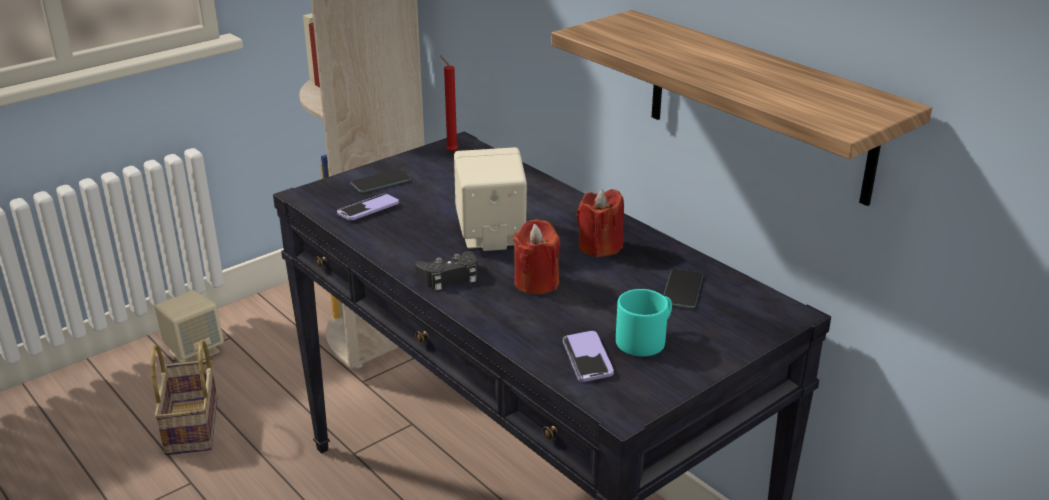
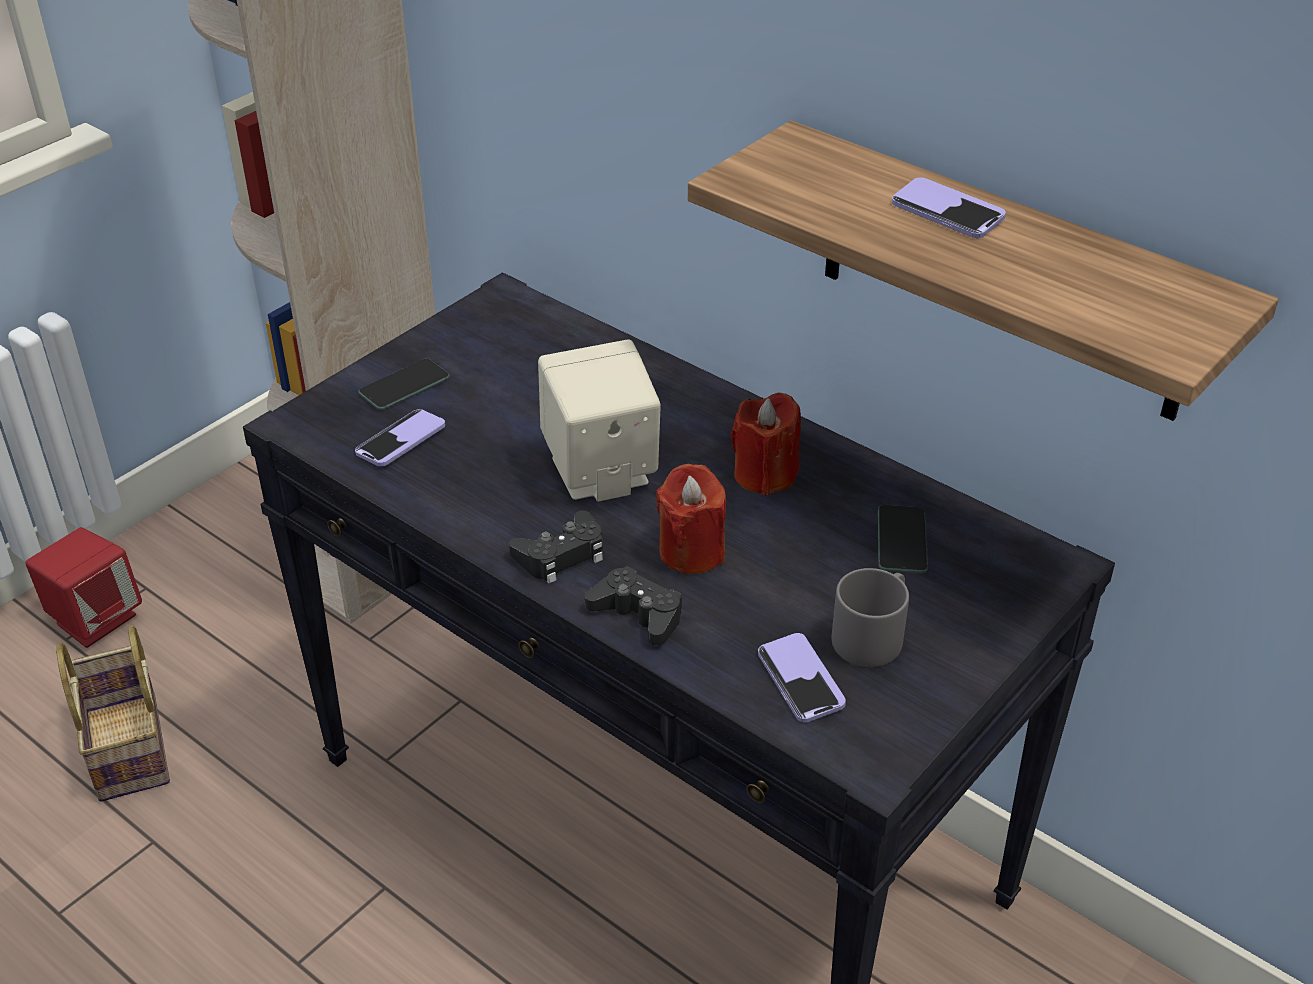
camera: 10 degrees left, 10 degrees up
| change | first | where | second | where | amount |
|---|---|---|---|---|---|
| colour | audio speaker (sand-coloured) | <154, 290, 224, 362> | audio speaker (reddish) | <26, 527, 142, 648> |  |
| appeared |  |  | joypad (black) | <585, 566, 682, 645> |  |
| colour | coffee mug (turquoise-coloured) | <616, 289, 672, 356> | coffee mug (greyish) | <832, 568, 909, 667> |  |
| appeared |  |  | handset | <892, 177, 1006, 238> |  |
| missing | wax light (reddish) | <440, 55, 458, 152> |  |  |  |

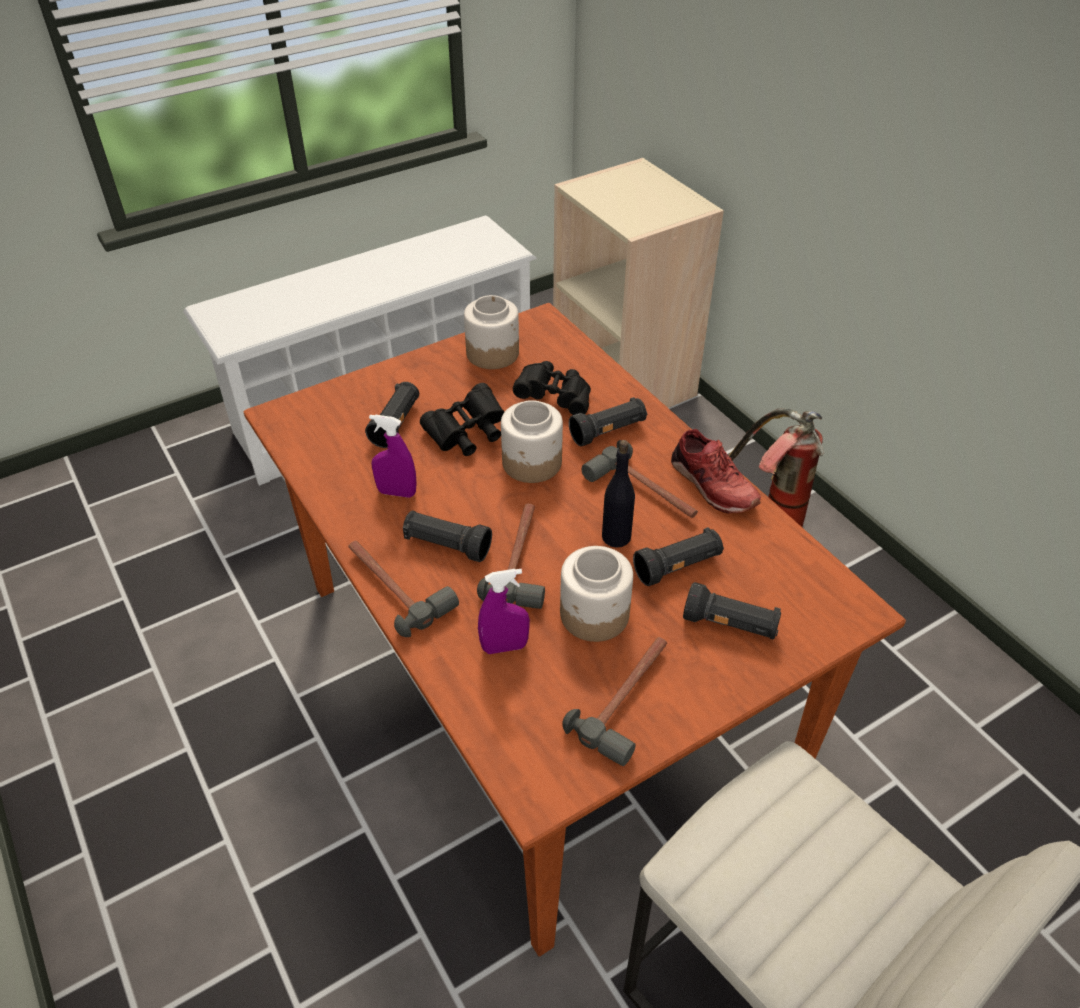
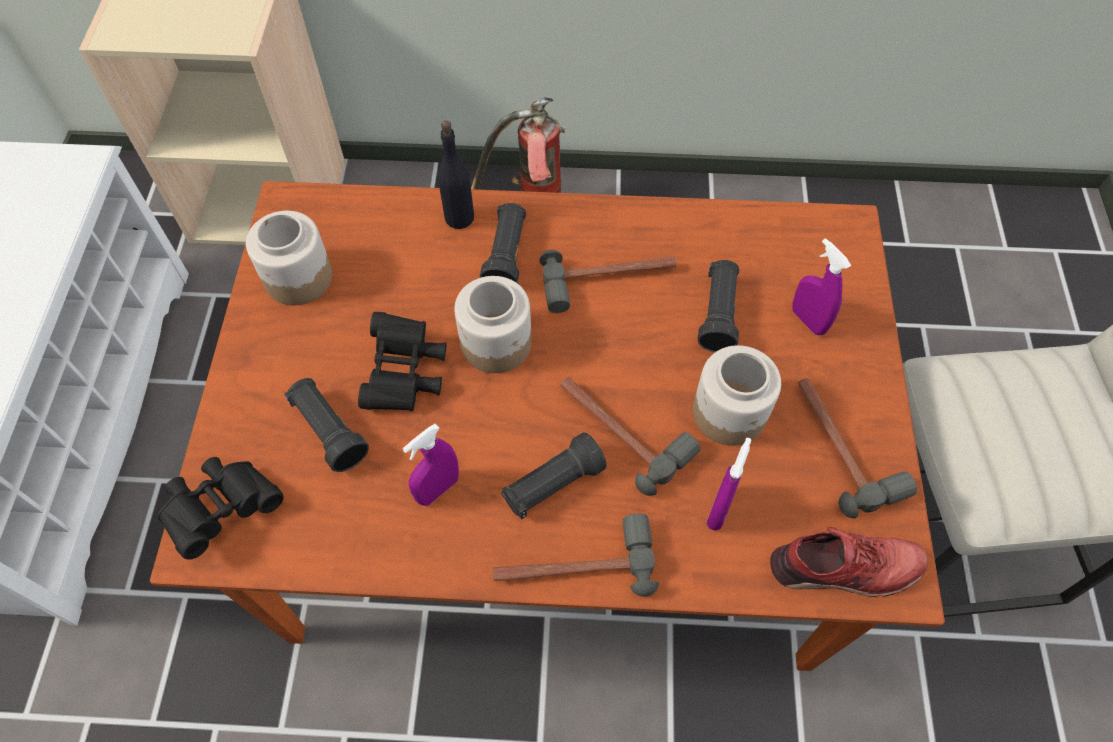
camera: 55 degrees left, 15 degrees up
| change | first | where | second | where | amount |
|---|---|---|---|---|---|
| relocated | field glasses (black) | <513, 361, 591, 415> |  | <157, 457, 283, 560> |  |
| relocated | bottle (black) | <602, 440, 635, 548> |  | <438, 121, 474, 229> |  |
| relocated | low shoe (reddish) | <671, 429, 761, 513> |  | <770, 527, 927, 597> |  |
| exchanged | hand torch (black) | <683, 582, 781, 640> | hand sprayer (purple) | <792, 238, 851, 335> |  |

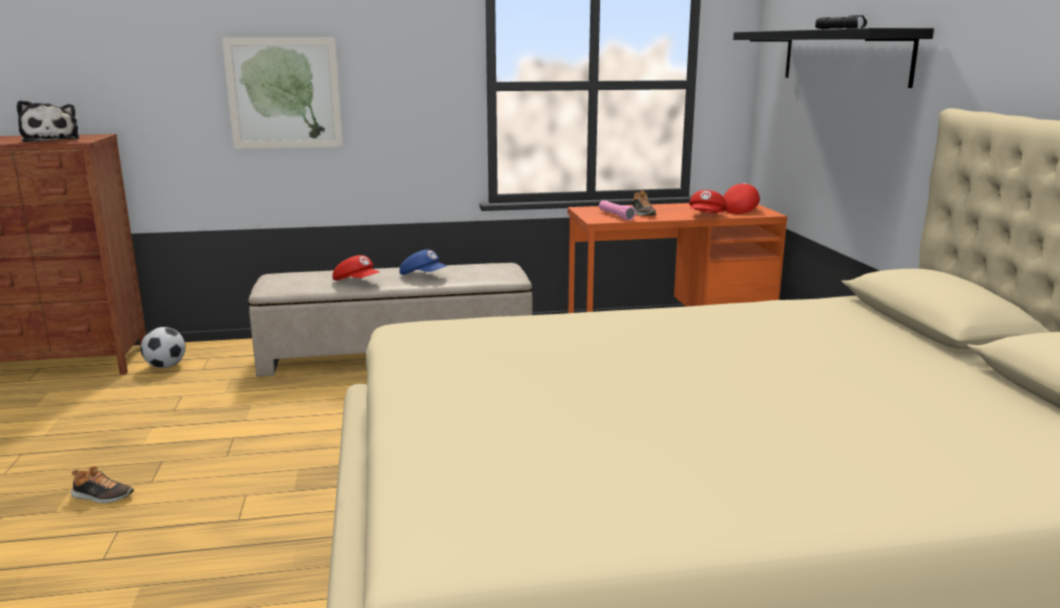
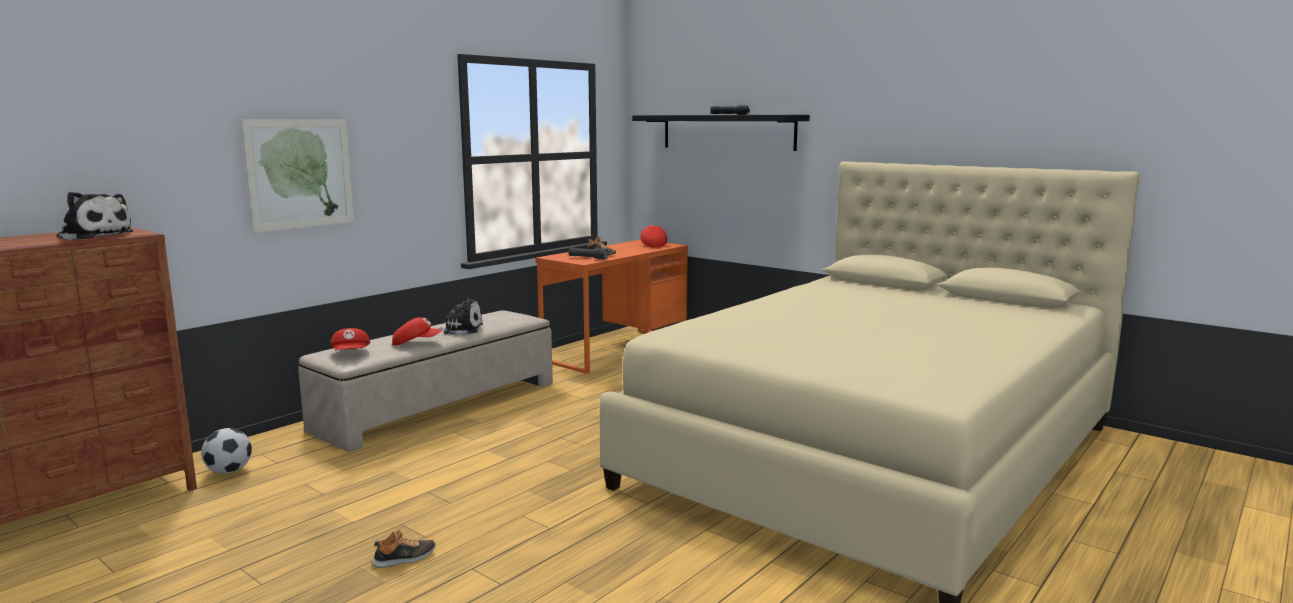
camera: 40 degrees left, 5 degrees down
| change | first | where | second | where | amount |
|---|---|---|---|---|---|
| relocated | cap (reddish) | <689, 190, 727, 213> |  | <330, 328, 370, 350> |  |
| exchanged | cap (blue) | <400, 250, 447, 275> | cuddly toy | <436, 298, 483, 335> |  |
| colour | hand torch (pink-coloured) | <599, 200, 636, 220> | hand torch (black) | <568, 248, 609, 260> |  |

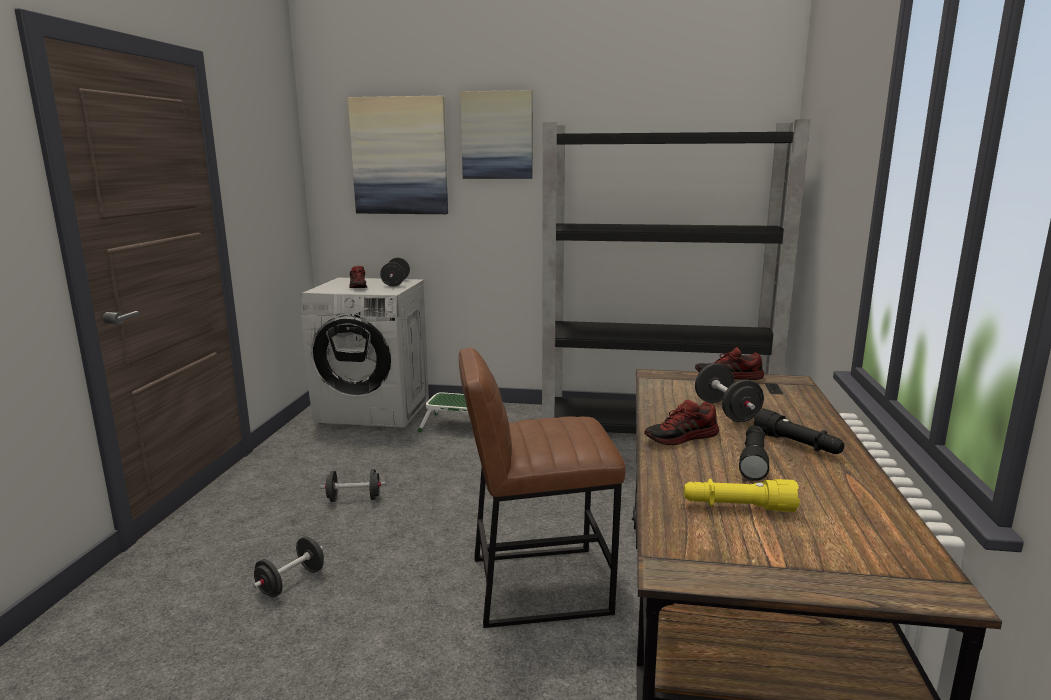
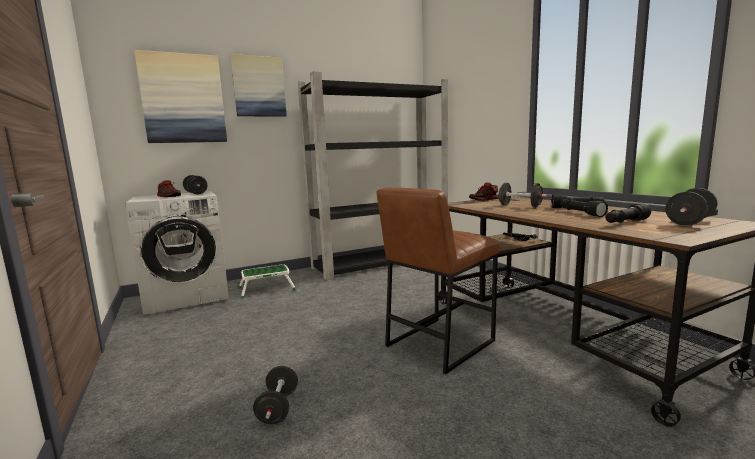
camera: 35 degrees left, 5 degrees down
| change | first | where | second | where | amount |
|---|---|---|---|---|---|
| colour | hand torch (yellow) | <684, 479, 800, 512> | hand torch (black) | <605, 203, 651, 223> |  |
| relocated | hand weight (black) | <320, 469, 386, 502> |  | <665, 188, 717, 226> |  |
| missing | low shoe | <644, 399, 719, 445> |  |  |  |

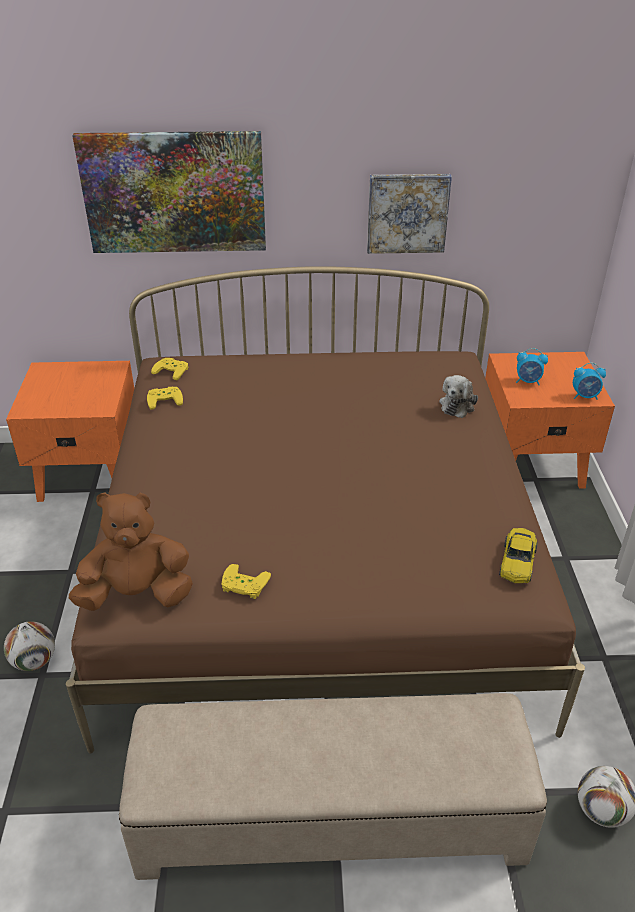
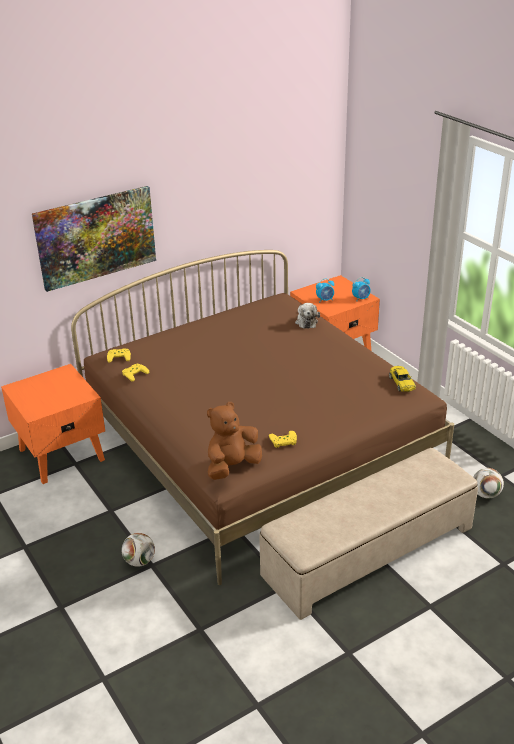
camera: 30 degrees left, 5 degrees down
| change | first | where | second | where | amount |
|---|---|---|---|---|---|
| missing | wall picture | <367, 174, 452, 254> |  |  |  |

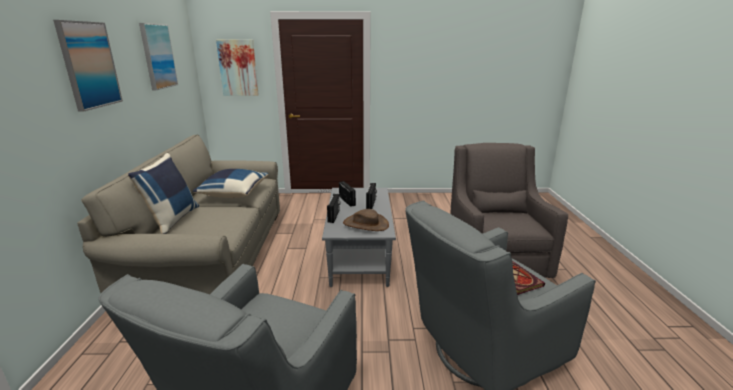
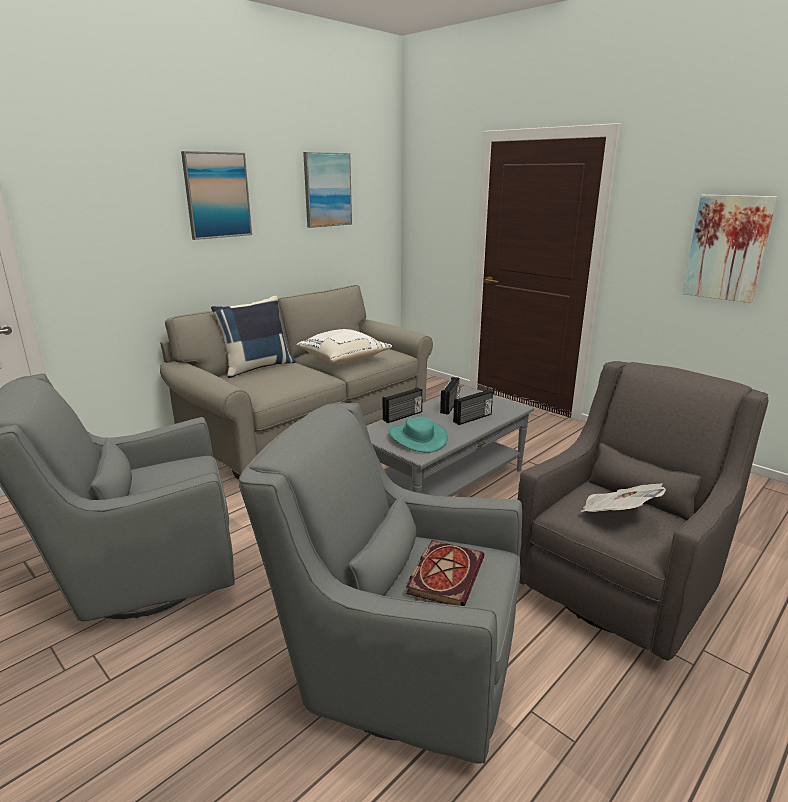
camera: 45 degrees right, 0 degrees up
| change | first | where | second | where | amount |
|---|---|---|---|---|---|
| colour | cushion (blue) | <193, 169, 268, 198> | cushion (whitish) | <297, 329, 392, 364> |  |
| colour | wearable hat (brown-coloured) | <343, 209, 389, 231> | wearable hat (turquoise-coloured) | <388, 417, 448, 453> |  |
| appeared |  |  | printed paper | <581, 483, 666, 512> |  |
| relocated | wall picture | <216, 39, 259, 96> |  | <682, 195, 777, 303> |  |

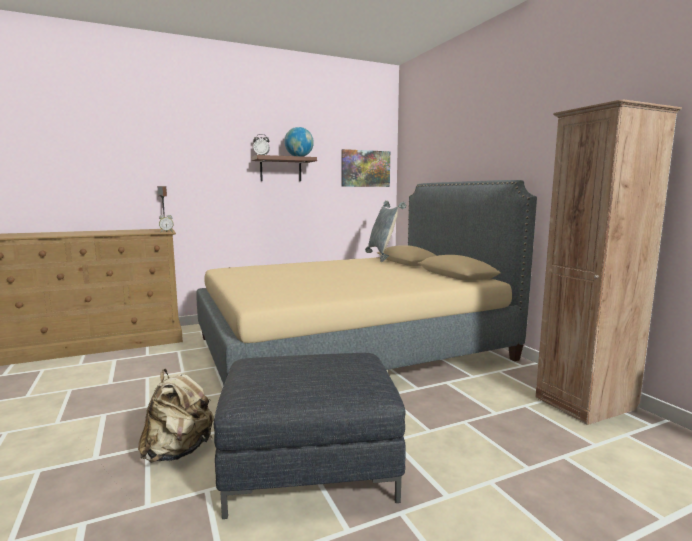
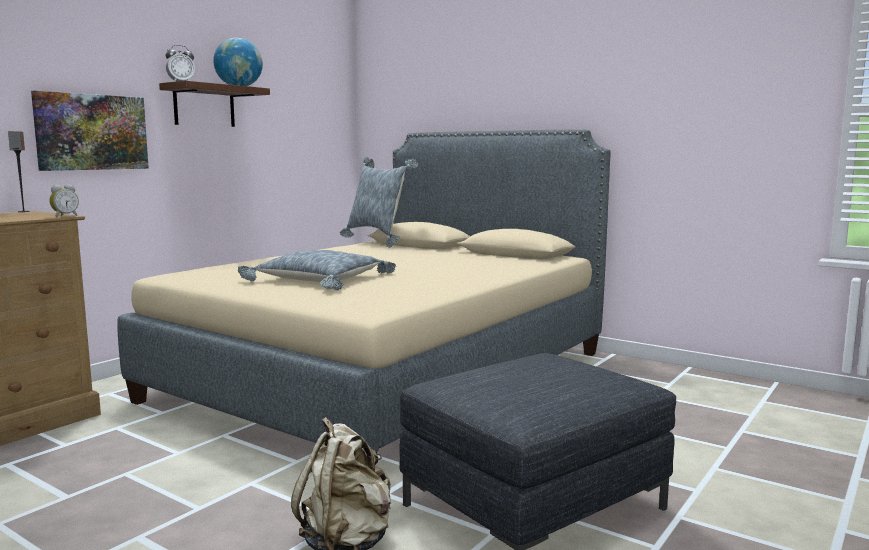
camera: 30 degrees left, 0 degrees up
| change | first | where | second | where | amount |
|---|---|---|---|---|---|
| relocated | wall picture | <341, 149, 390, 187> |  | <31, 90, 149, 171> |  |
| appeared |  |  | cushion | <238, 250, 396, 291> |  |
| missing | cabinet (brown-coloured) | <535, 100, 682, 425> |  |  |  |

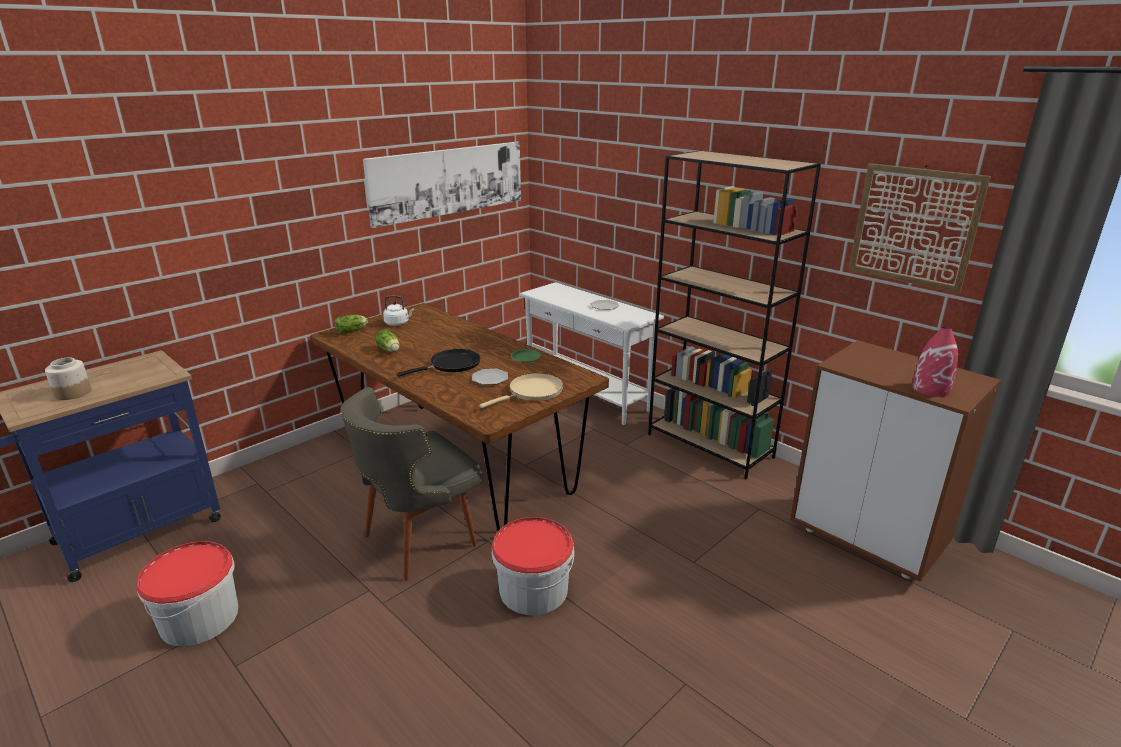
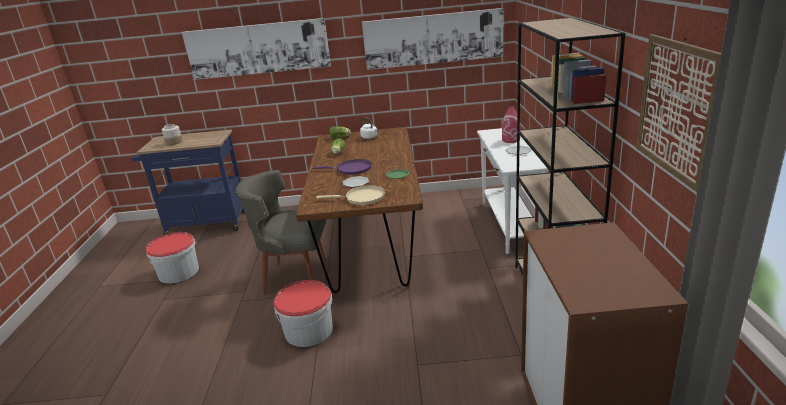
camera: 45 degrees right, 0 degrees up
| change | first | where | second | where | amount |
|---|---|---|---|---|---|
| appeared |  |  | wall picture | <182, 18, 331, 80> |  |
| colour | skillet (black) | <397, 349, 481, 377> | skillet (purple) | <312, 159, 372, 175> |  |
| relocated | flower vase (reddish) | <912, 326, 958, 397> |  | <502, 106, 517, 143> |  |

